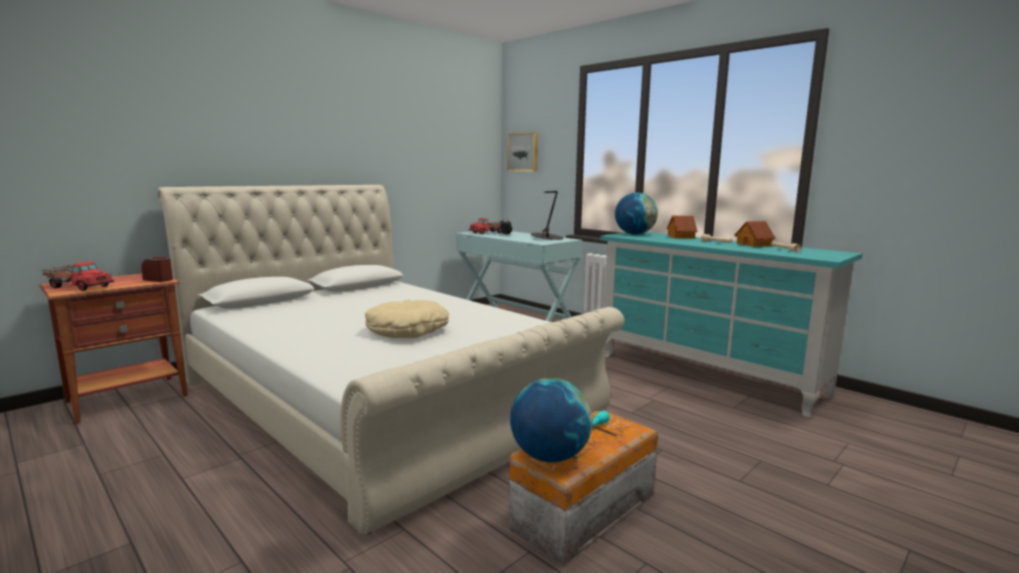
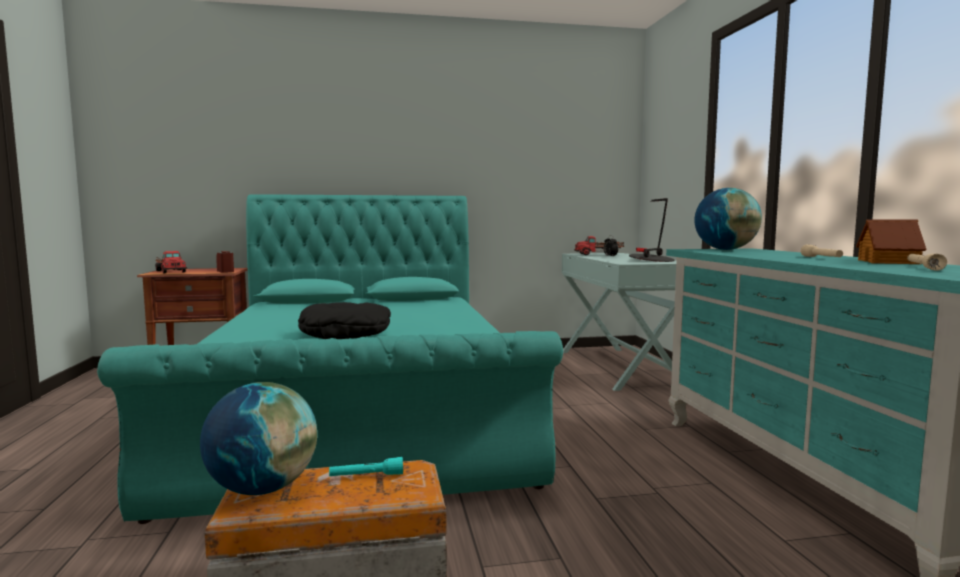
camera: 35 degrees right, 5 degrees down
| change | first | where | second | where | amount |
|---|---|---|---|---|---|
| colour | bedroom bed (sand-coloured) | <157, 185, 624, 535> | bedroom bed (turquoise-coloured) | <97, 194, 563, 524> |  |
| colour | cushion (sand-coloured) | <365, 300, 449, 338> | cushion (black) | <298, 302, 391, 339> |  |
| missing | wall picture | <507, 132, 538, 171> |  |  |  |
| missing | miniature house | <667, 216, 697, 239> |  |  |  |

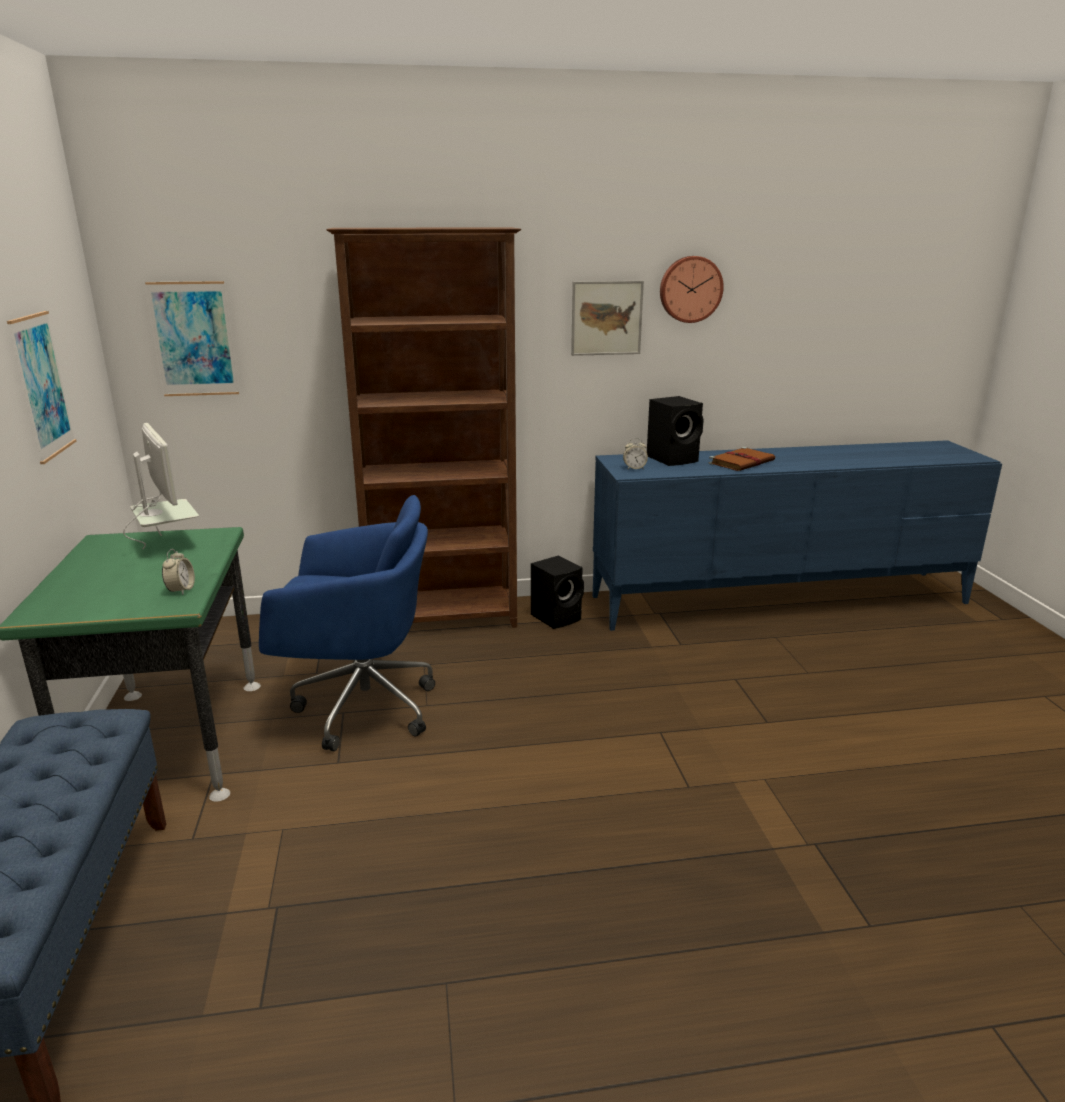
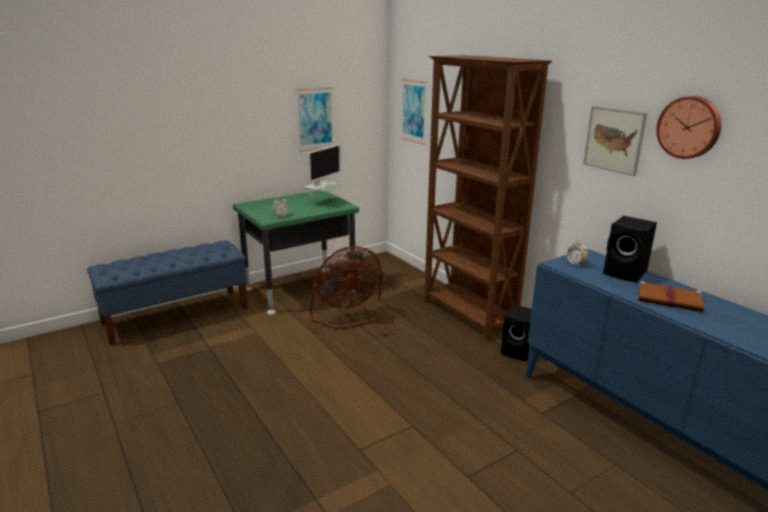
camera: 65 degrees right, 0 degrees up
| change | first | where | second | where | amount |
|---|---|---|---|---|---|
| exchanged | desk chair (blue) | <259, 495, 435, 751> | cooling fan (brown-coloured) | <309, 246, 388, 336> |  |

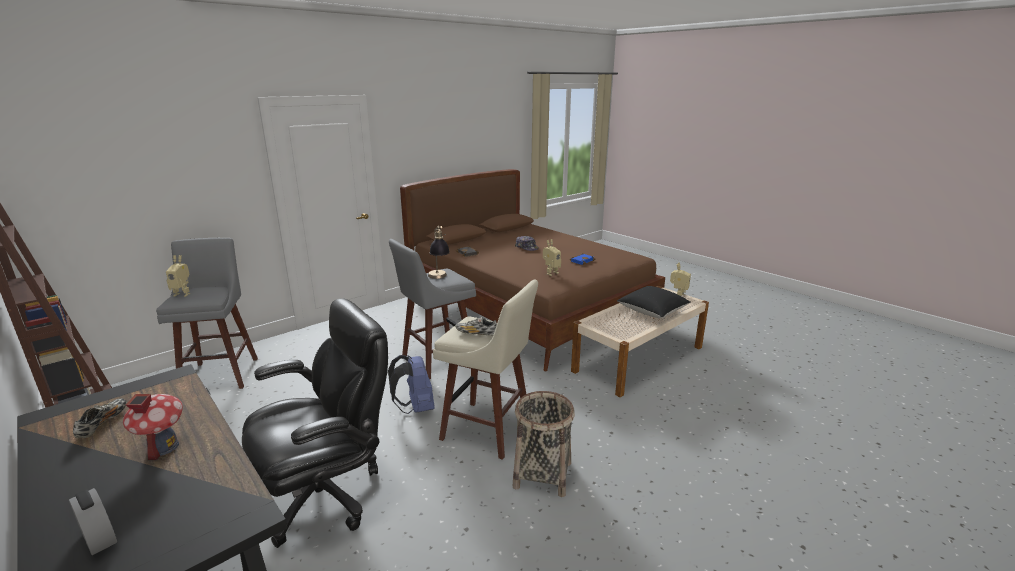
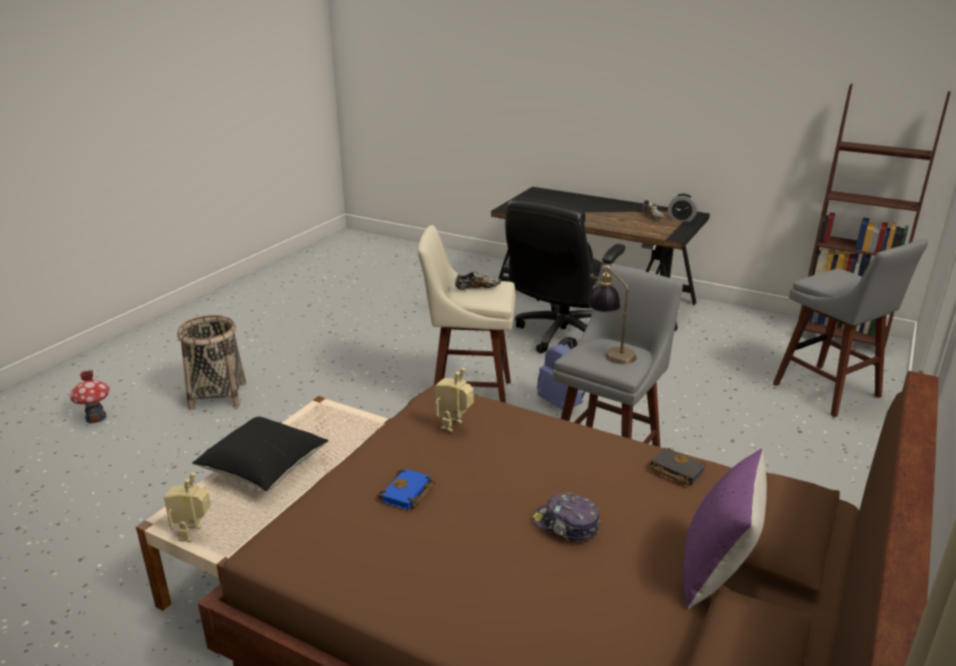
camera: 160 degrees right, 5 degrees up
| change | first | where | second | where | amount |
|---|---|---|---|---|---|
| relocated | miniature house | <123, 394, 183, 460> |  | <70, 370, 110, 424> |  |
| relocated | storage basket | <513, 391, 575, 497> |  | <177, 315, 246, 410> |  |
| relocated | bedside clock | <69, 488, 117, 555> |  | <668, 194, 698, 222> |  |
| appeared |  |  | cushion (purple) | <683, 448, 767, 610> |  |
| missing | toy robot | <166, 255, 190, 297> |  |  |  |

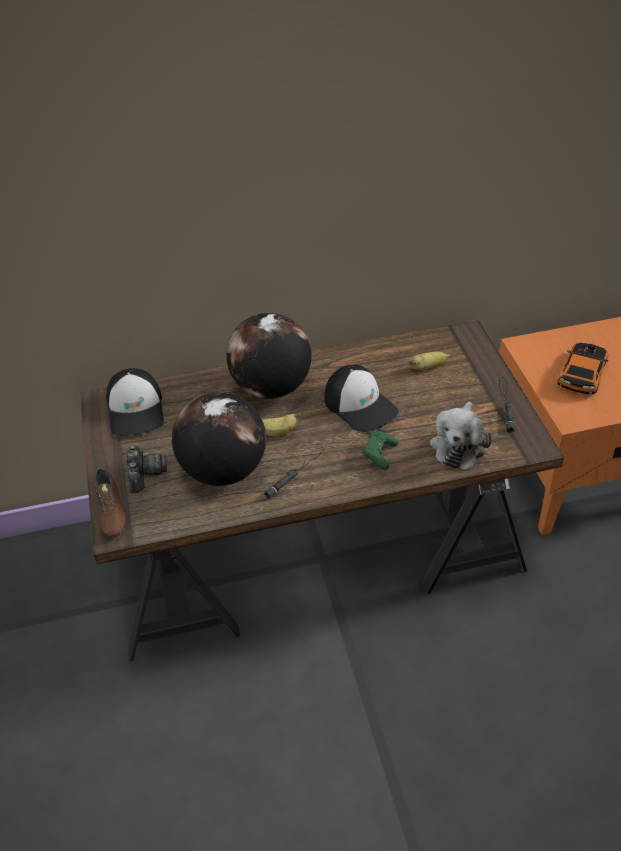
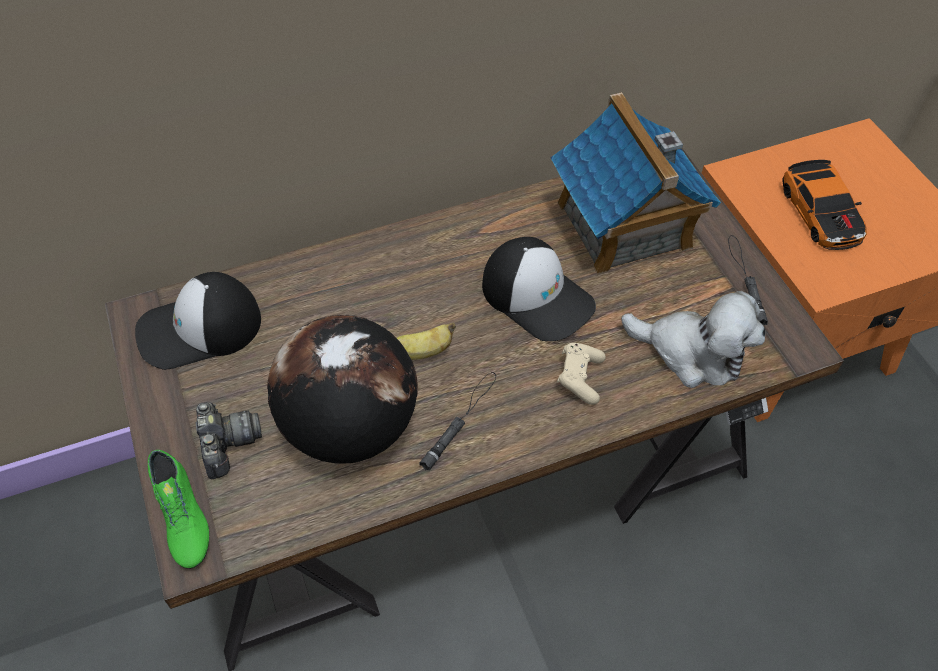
camera: 10 degrees left, 10 degrees up
| change | first | where | second | where | amount |
|---|---|---|---|---|---|
| spun | cap | <106, 368, 164, 436> |  | <135, 272, 261, 370> | 90 degrees clockwise |
| colour | low shoe (brown-coloured) | <94, 468, 126, 537> | low shoe (green) | <148, 450, 209, 569> |  |
| exchanged | banana | <409, 352, 451, 370> | miniature house | <550, 92, 721, 275> |  |
| colour | joypad (green) | <362, 430, 398, 470> | joypad (sand-coloured) | <557, 343, 606, 405> |  |
| spun | cuddly toy | <430, 402, 492, 470> |  | <621, 291, 765, 388> | 75 degrees counterclockwise |
| spun | miniature car | <558, 342, 608, 395> |  | <782, 160, 867, 250> | 150 degrees clockwise |
| missing | desk globe | <226, 313, 312, 399> |  |  |  |

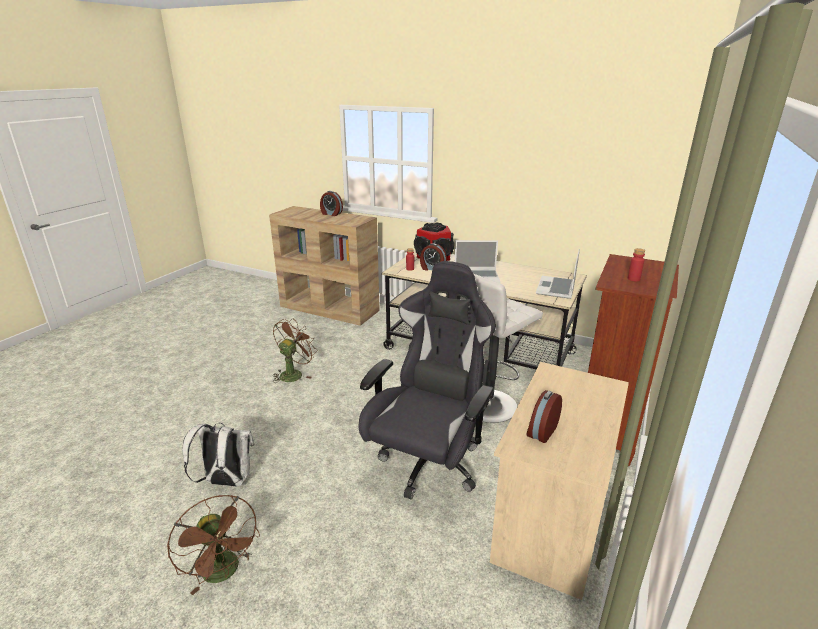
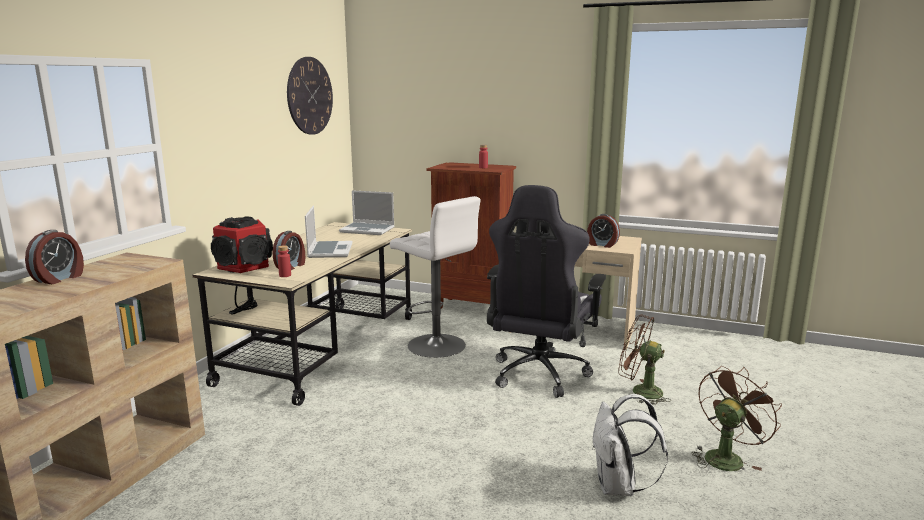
camera: 95 degrees left, 10 degrees down
| change | first | where | second | where | amount |
|---|---|---|---|---|---|
| appeared |  |  | wall clock | <287, 57, 333, 135> |  |
| spun | desk chair (black) | <359, 261, 496, 499> |  | <487, 185, 606, 398> | 90 degrees counterclockwise |
| relocated | cooling fan (brown-coloured) | <273, 318, 318, 383> |  | <618, 315, 671, 405> |  |

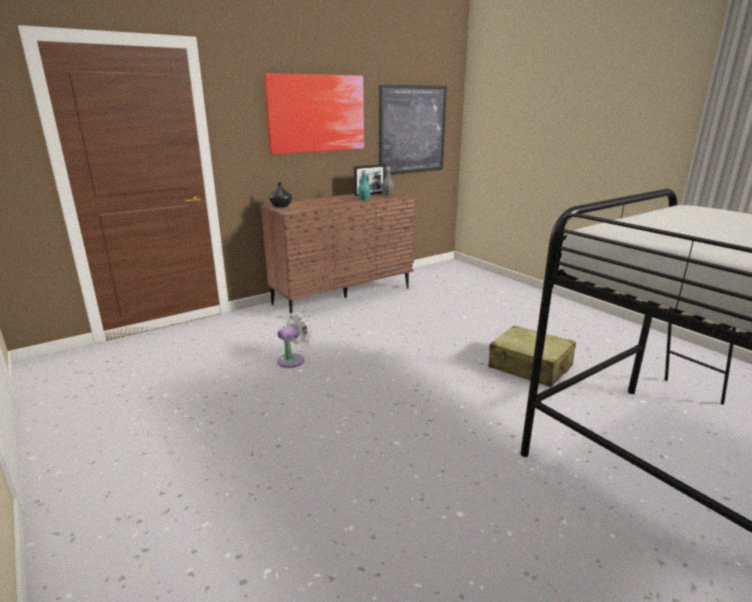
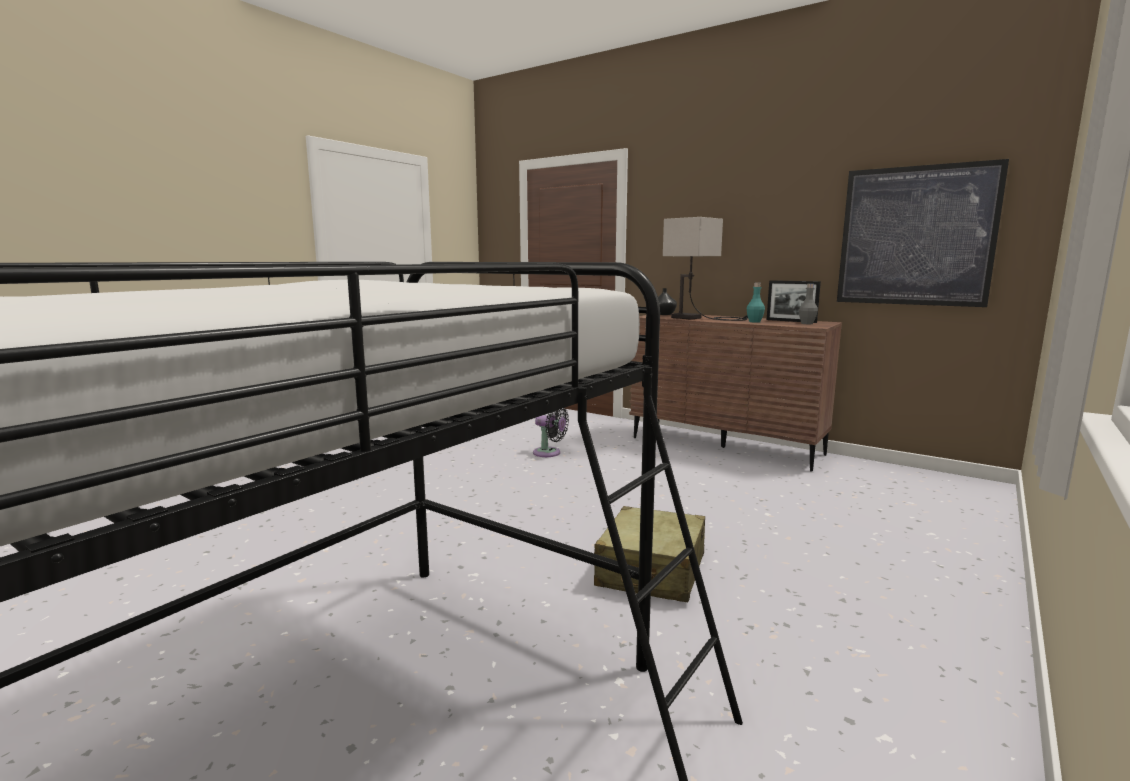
camera: 70 degrees right, 10 degrees down
| change | first | where | second | where | amount |
|---|---|---|---|---|---|
| colour | cooling fan (whitish) | <277, 312, 312, 368> | cooling fan (black) | <533, 408, 569, 457> |  |
| appeared |  |  | table lamp | <663, 217, 748, 321> |  |
| missing | wall picture | <264, 73, 364, 155> |  |  |  |

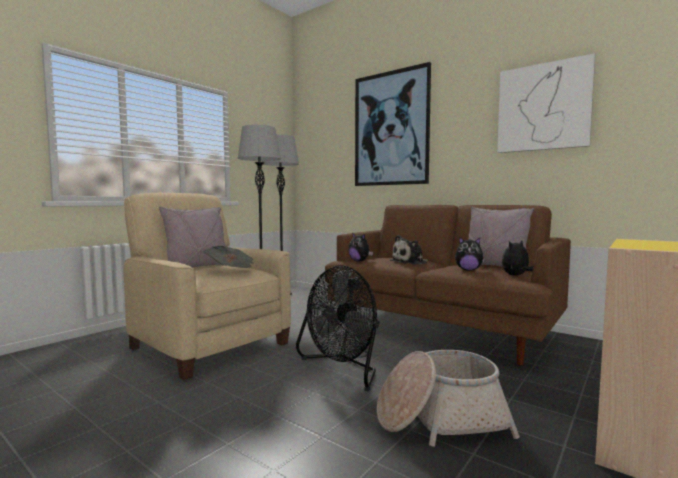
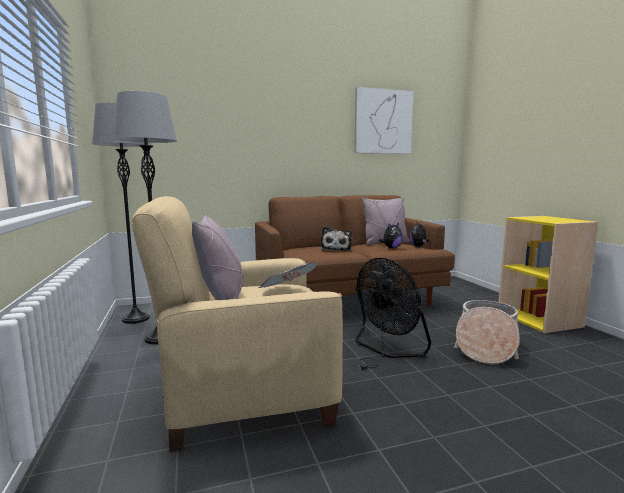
camera: 55 degrees left, 5 degrees up
| change | first | where | second | where | amount |
|---|---|---|---|---|---|
| spun | cooling fan (black) | <296, 265, 380, 391> |  | <355, 258, 431, 370> | 120 degrees counterclockwise |
| missing | cuddly toy | <348, 233, 373, 262> |  |  |  |
| missing | wall picture | <355, 62, 431, 186> |  |  |  |

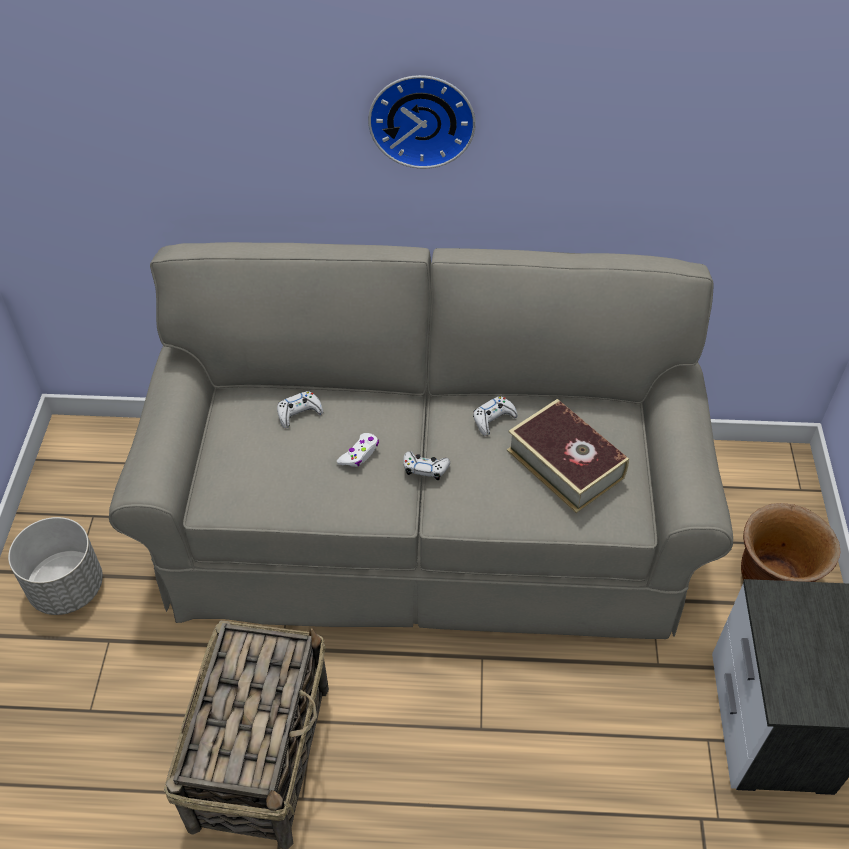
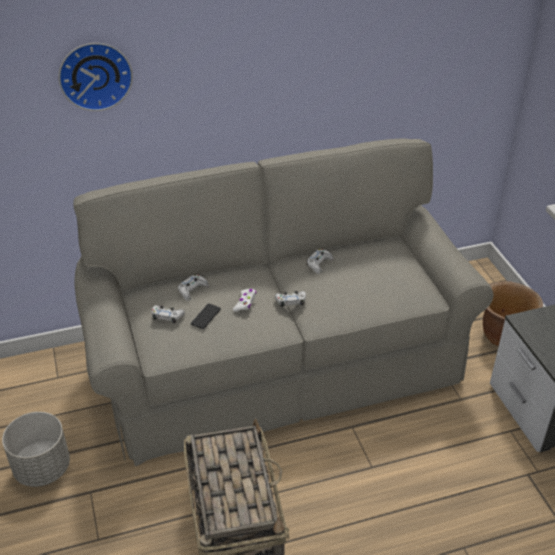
camera: 20 degrees left, 10 degrees down
| change | first | where | second | where | amount |
|---|---|---|---|---|---|
| relocated | wall clock | <368, 75, 476, 169> |  | <59, 43, 133, 111> |  |
| appeared |  |  | joypad (whitish) | <152, 305, 185, 323> |  |
| appeared |  |  | handset | <190, 303, 221, 329> |  |
| missing | bound book | <507, 399, 629, 513> |  |  |  |

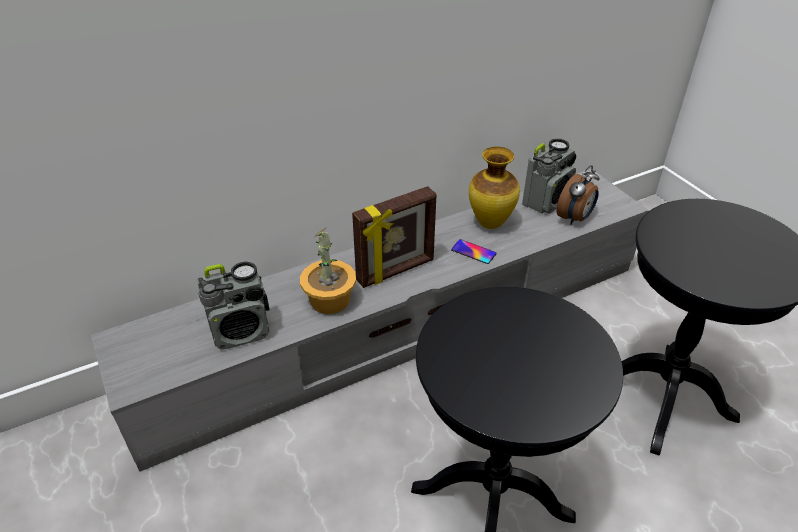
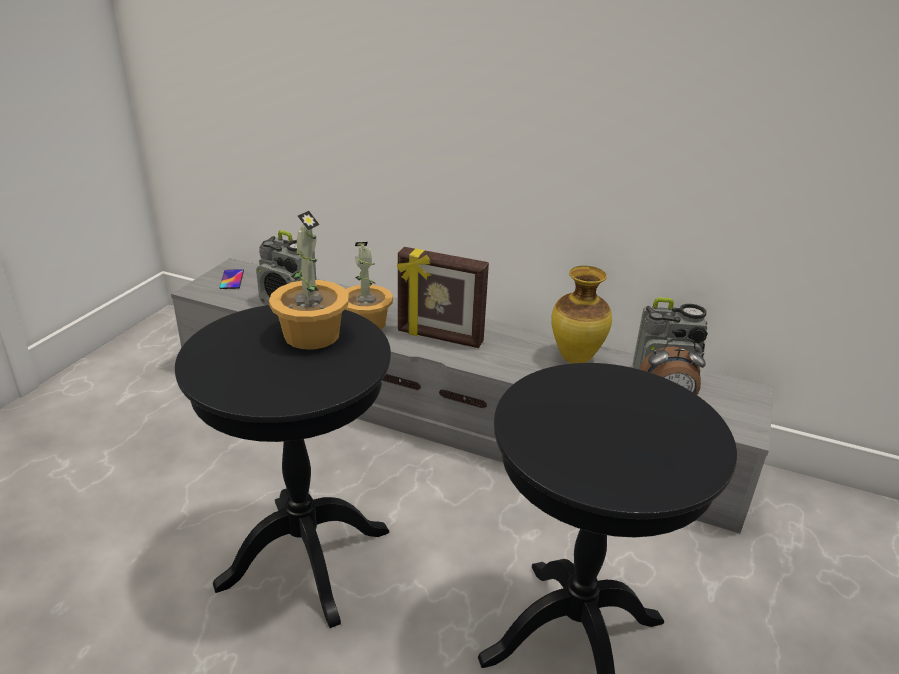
camera: 50 degrees right, 10 degrees down
| change | first | where | second | where | amount |
|---|---|---|---|---|---|
| relocated | handset | <451, 239, 497, 264> |  | <219, 269, 244, 289> |  |
| appeared |  |  | potted plant | <269, 211, 349, 349> |  |

